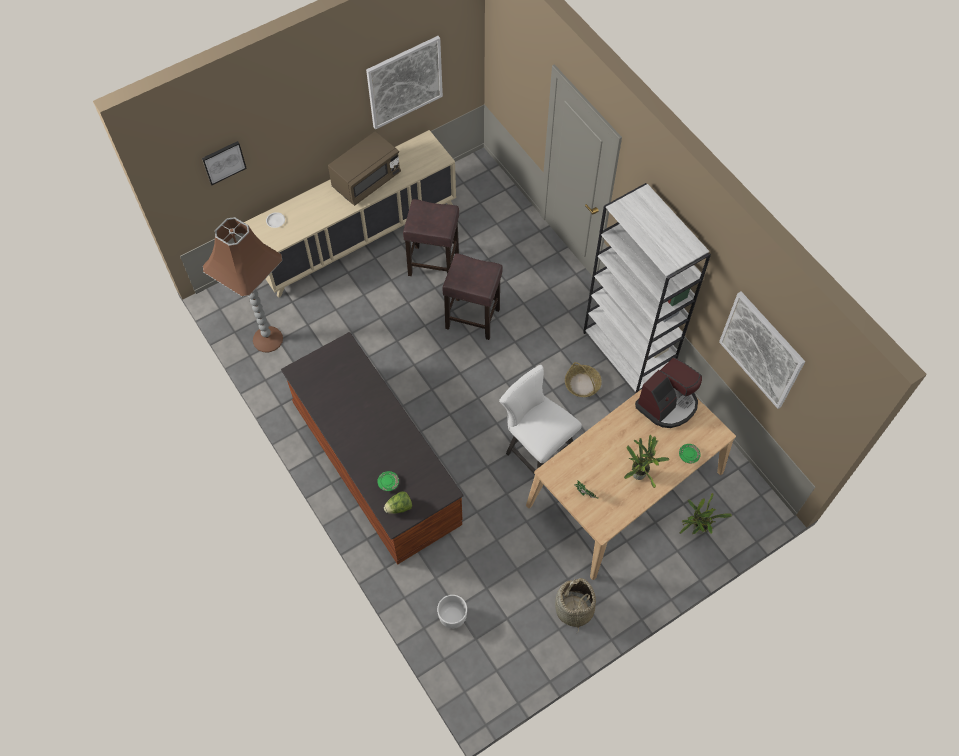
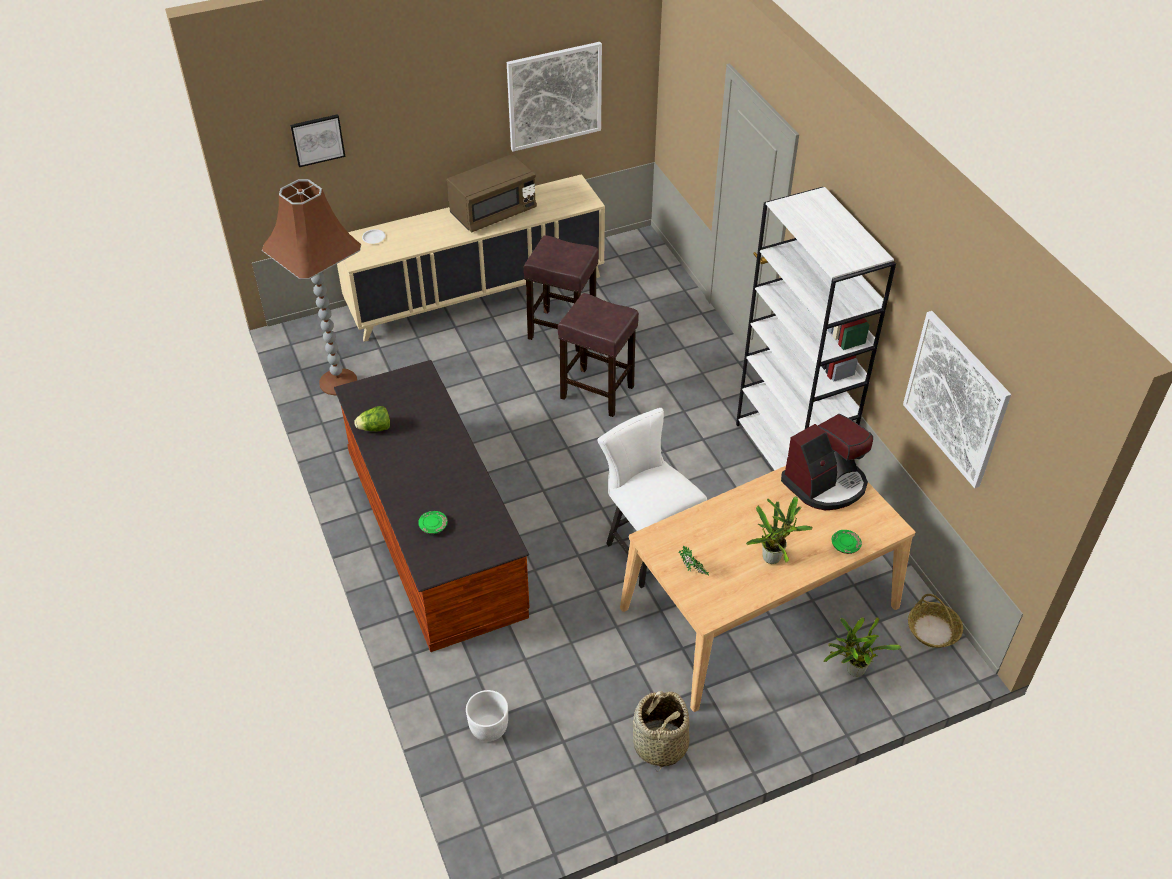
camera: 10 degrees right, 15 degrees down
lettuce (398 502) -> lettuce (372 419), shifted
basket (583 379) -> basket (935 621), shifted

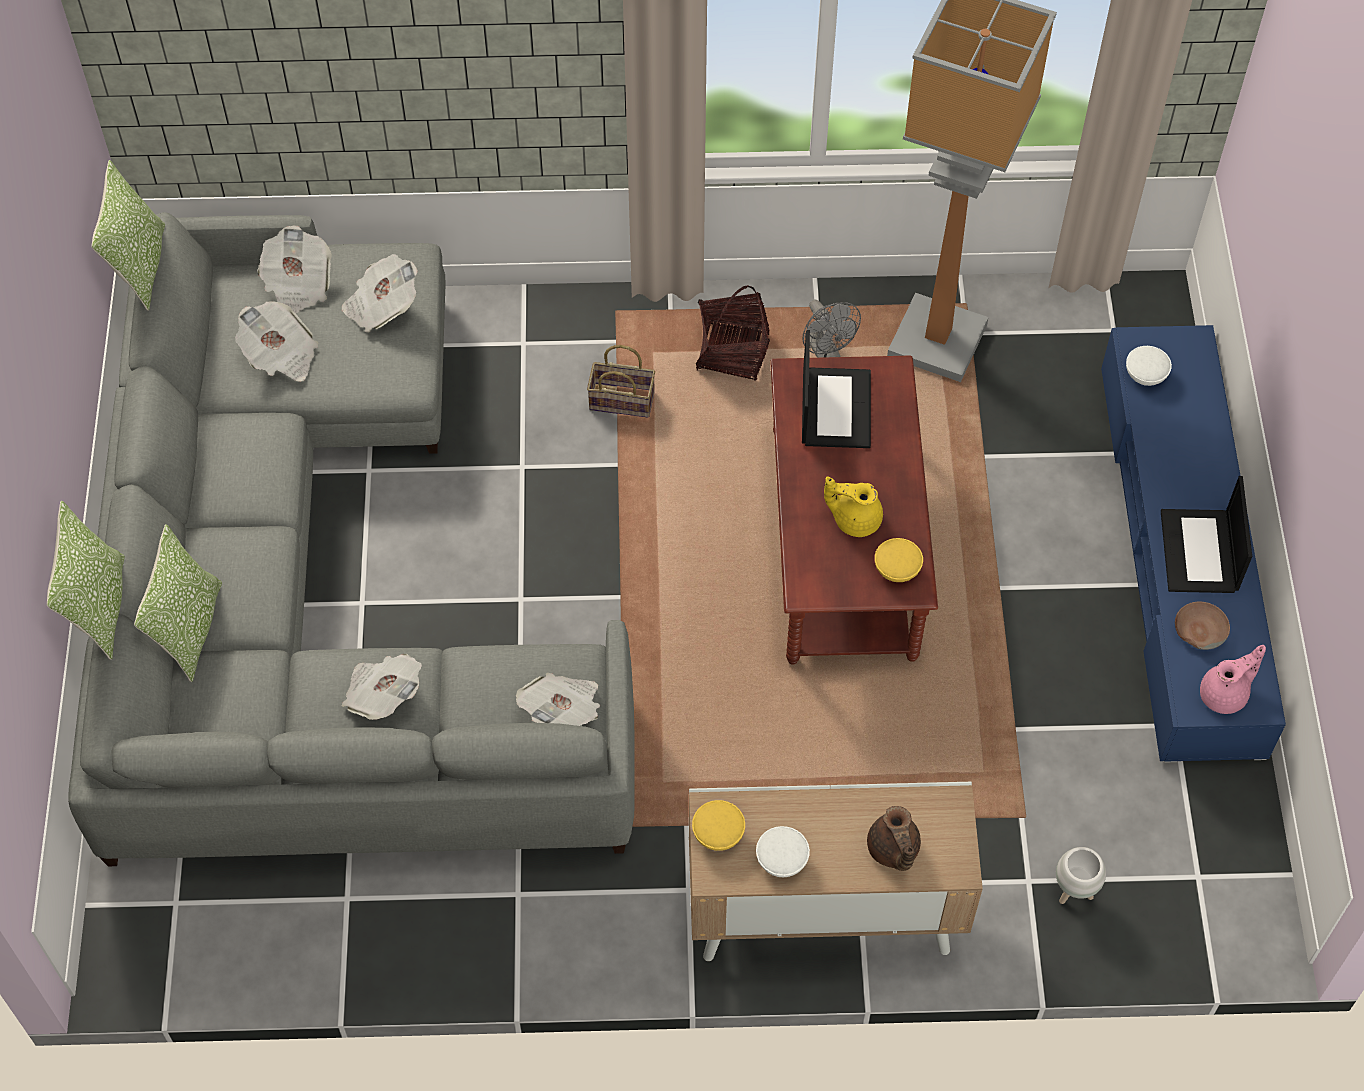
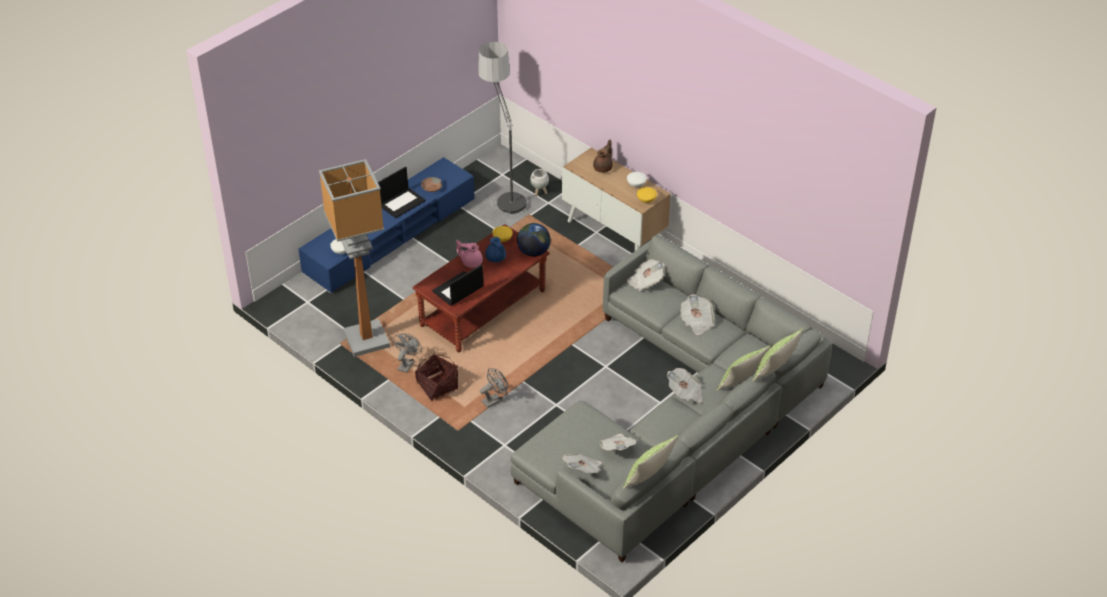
camera: 135 degrees left, 15 degrees down
none -> floor lamp (502 129)
none -> globe (534 240)
newspaper (380 293) -> newspaper (684 385), shifted
pink teapot (1233 679) -> pink teapot (469 254), shifted
basket (621 381) -> grey fan (494 388)
yellow teapot (853 506) -> blue teapot (496 249)

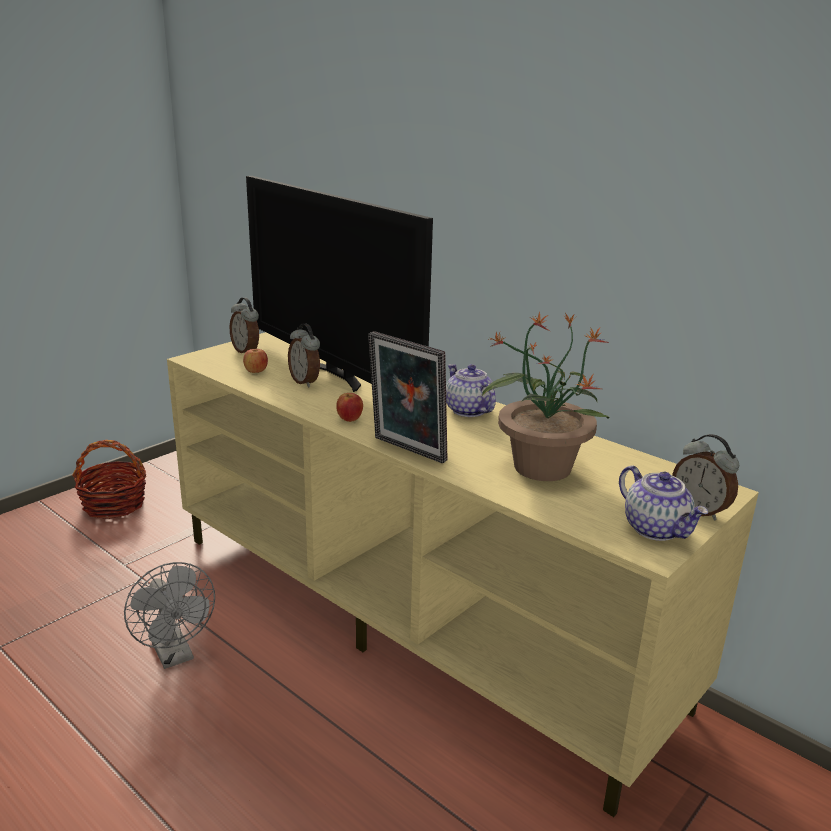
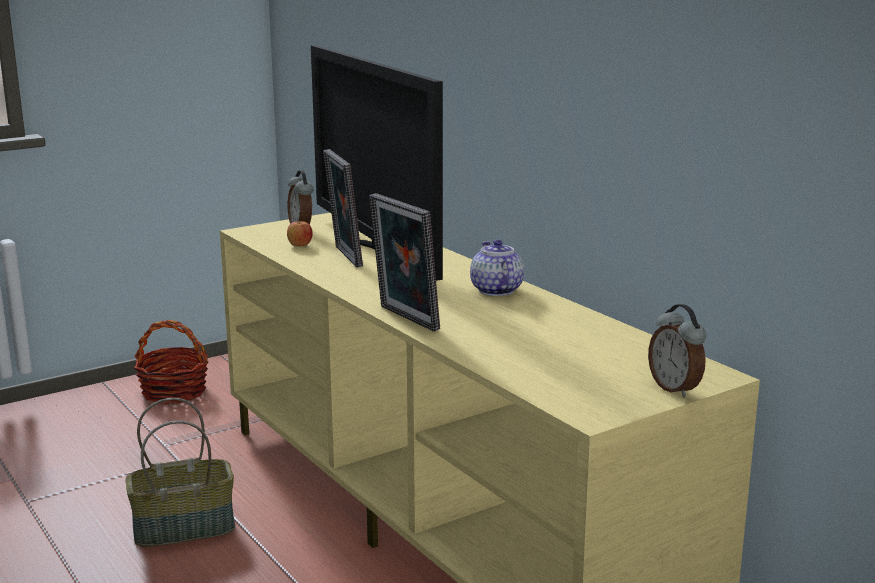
camera: 15 degrees right, 5 degrees down
apple (349 407) -> none
potted plant (546 396) -> none
teapot (663 503) -> none
grey fan (169 615) -> basket (180 472)
alarm clock (304 356) -> picture frame (343 208)

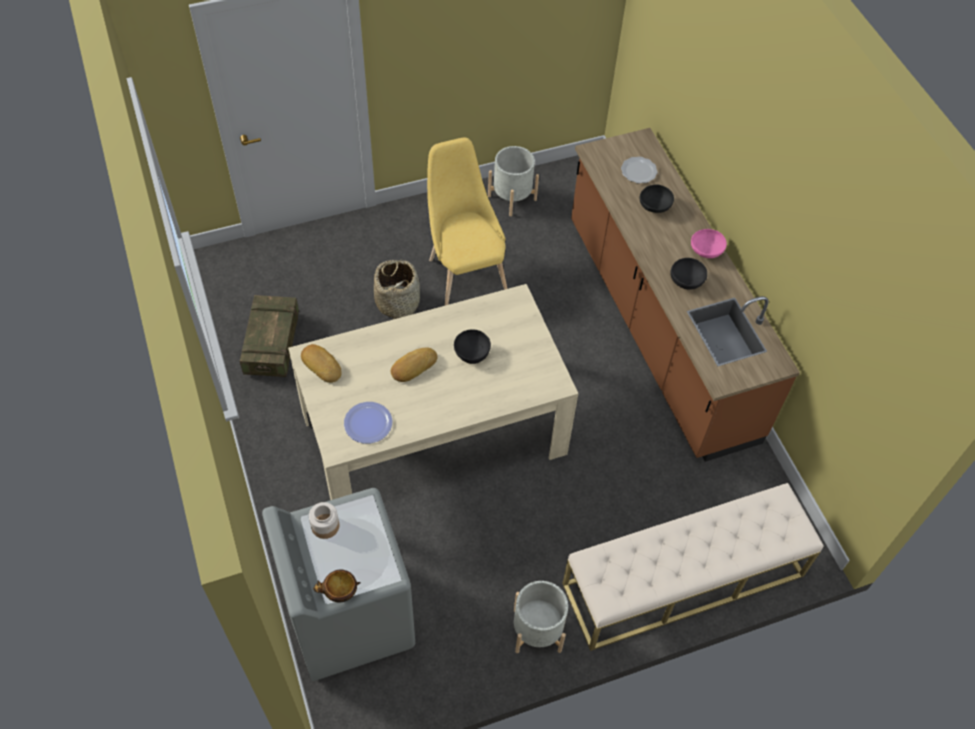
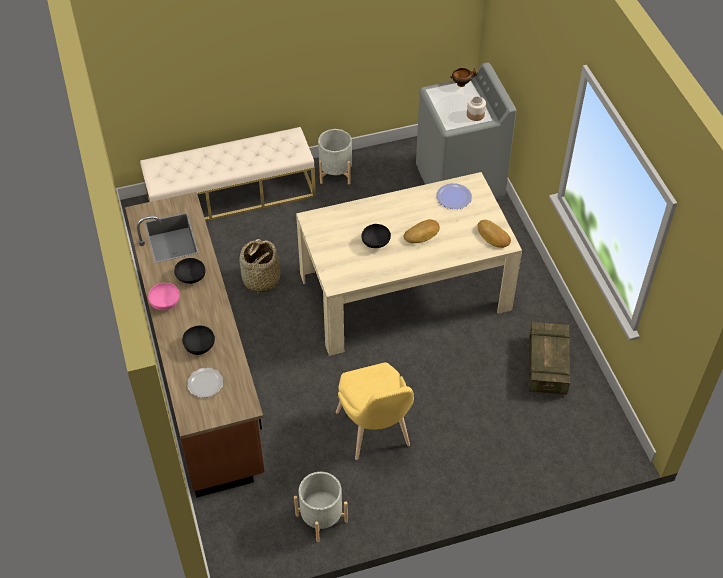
camera: 175 degrees left, 5 degrees down
basket (397 289) -> basket (259 266), shifted

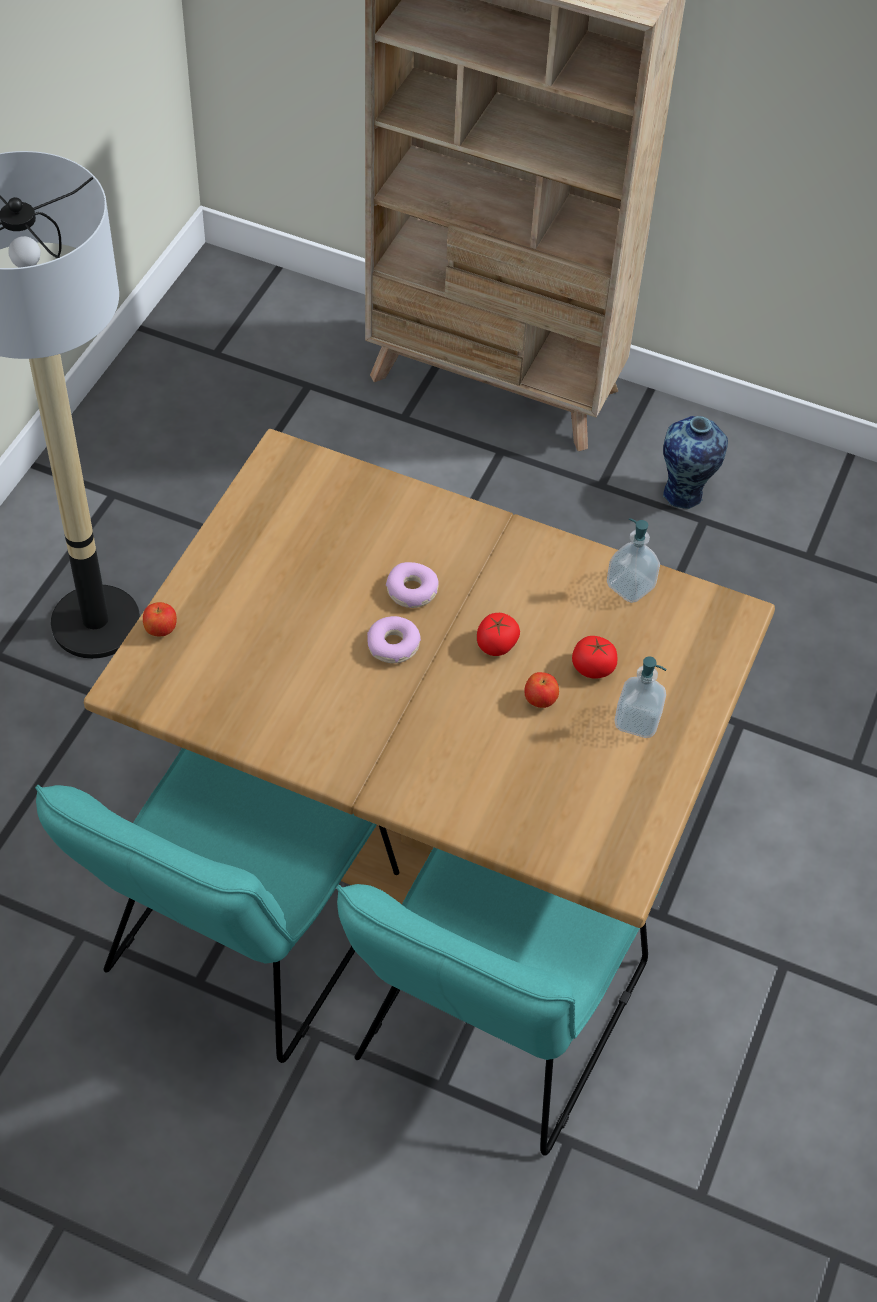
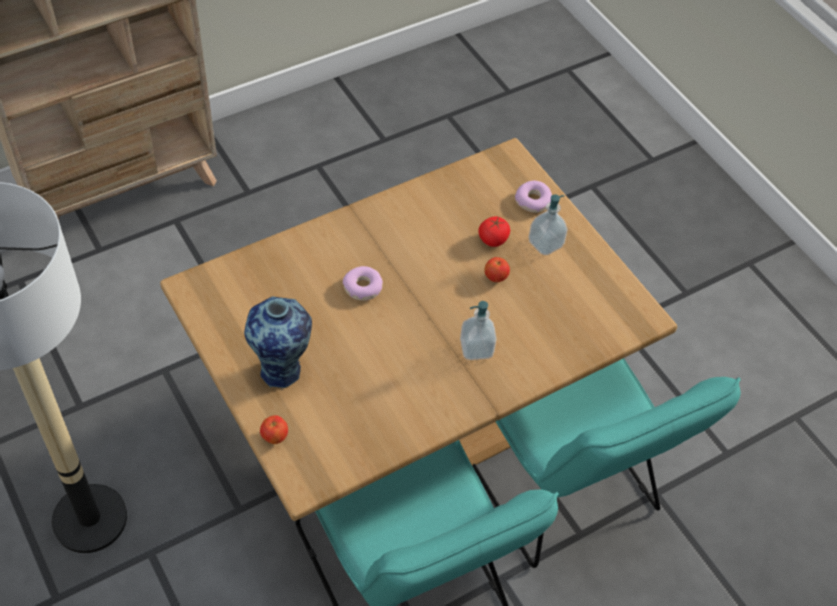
camera: 55 degrees left, 0 degrees up
tomato (498 634) -> none
donut (394 639) -> donut (533 197), shifted
soap dispenser (633 560) -> soap dispenser (478 330), shifted
vase (695 462) -> vase (278 343), shifted

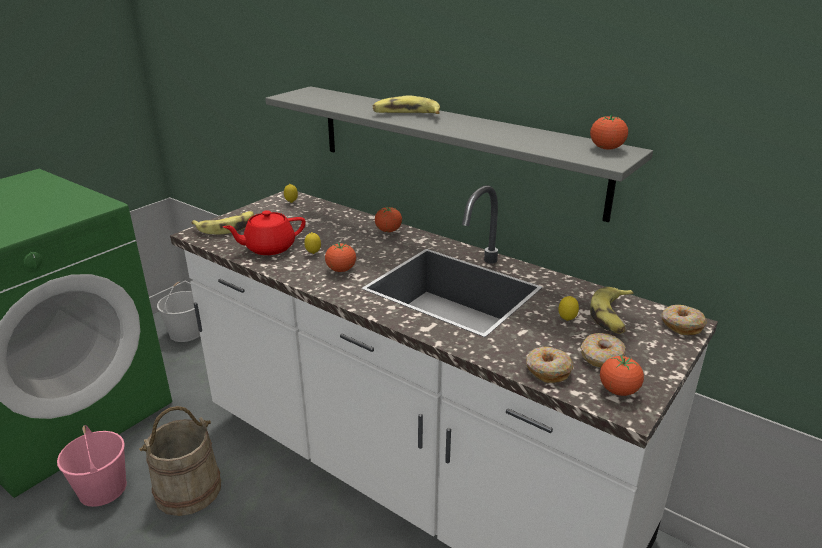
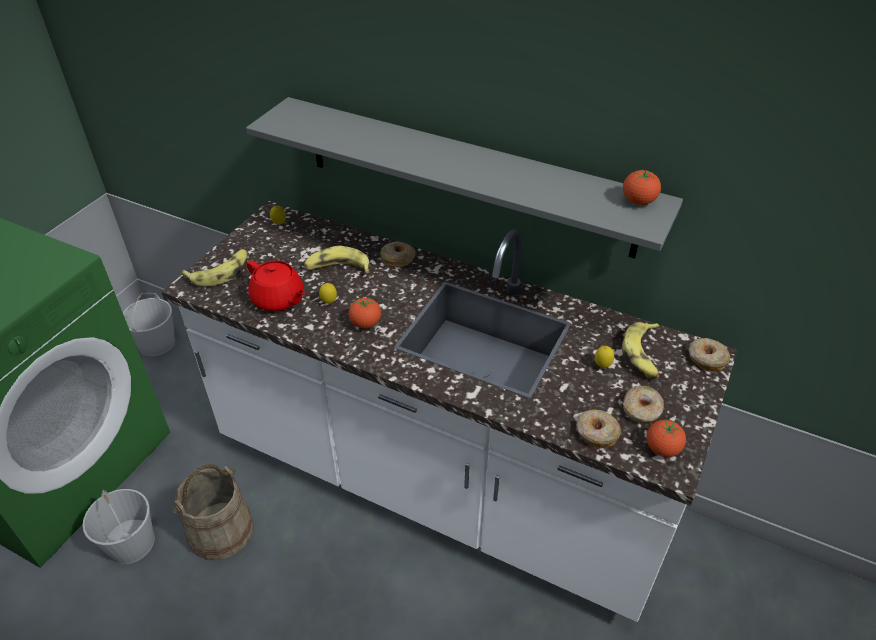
camera: 10 degrees left, 15 degrees up
banana (406 104) -> banana (337 259), shifted
tomato (388 219) -> donut (398 254)
pink bucket (92 466) -> white bucket (118 526)
red teapot (264 232) -> red teapot (276 285), 105 degrees counterclockwise

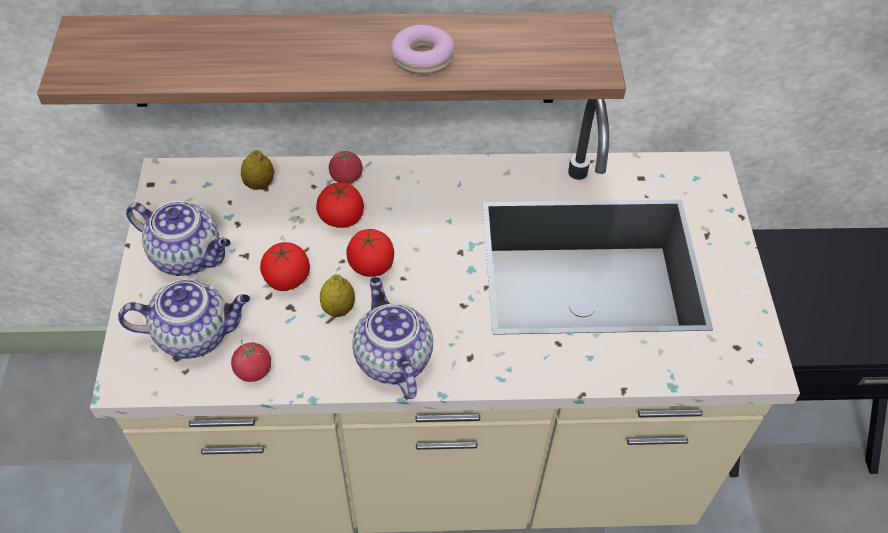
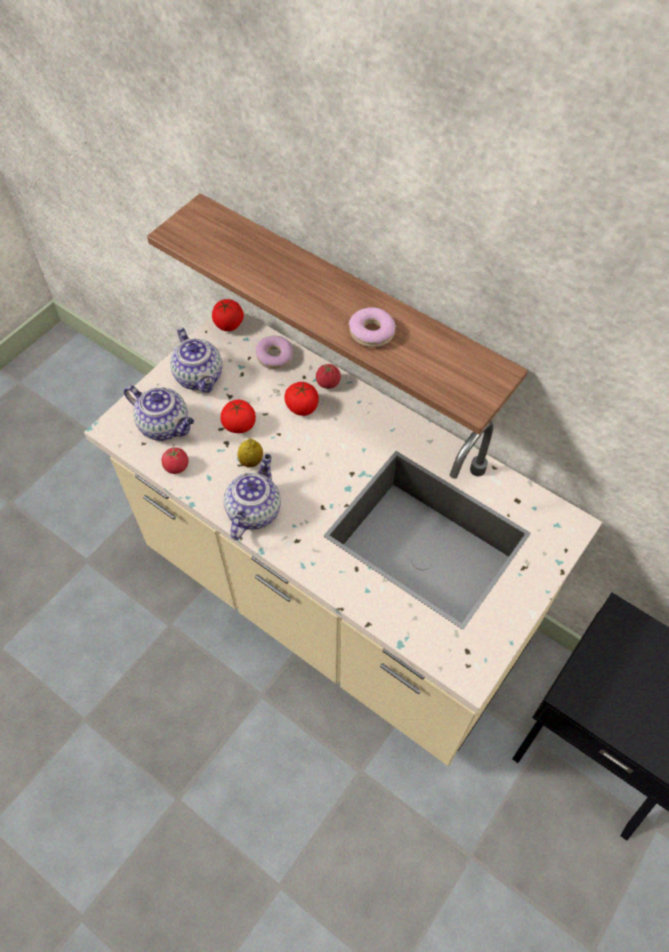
camera: 40 degrees right, 5 degrees up
tomato (370 253) -> tomato (228 315), shifted
lemon (257 170) -> donut (274 352)

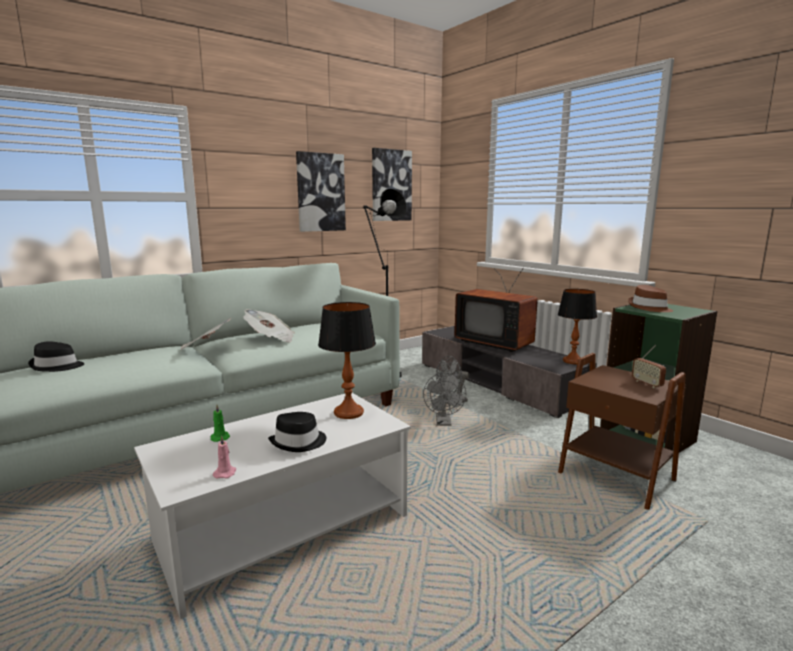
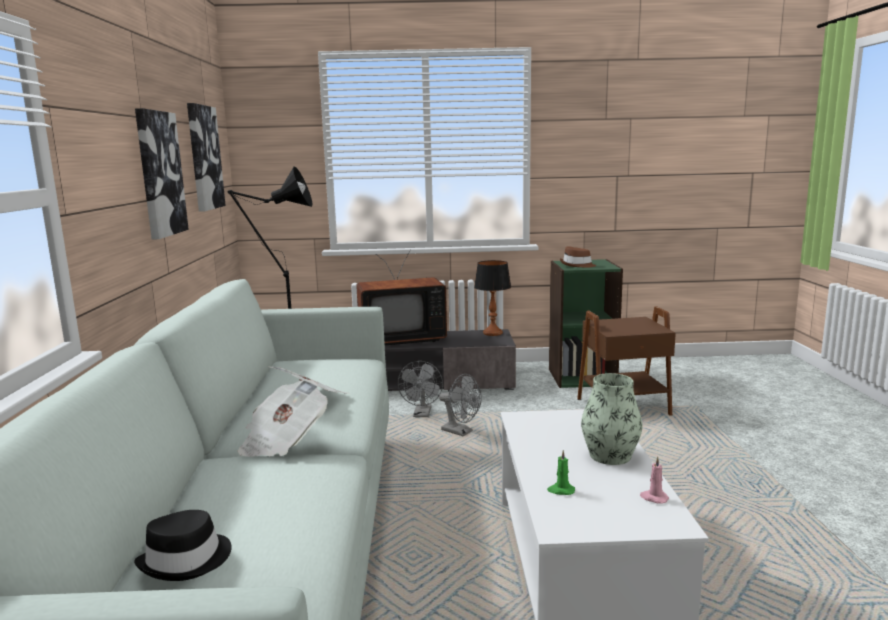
camera: 55 degrees left, 0 degrees up
table lamp (347 360) -> none
radio (649 366) -> none
black hat (297 432) -> vase (612 419)

